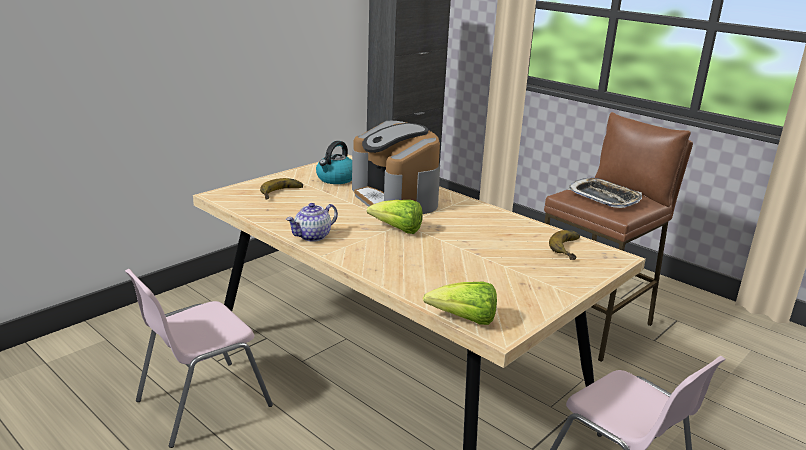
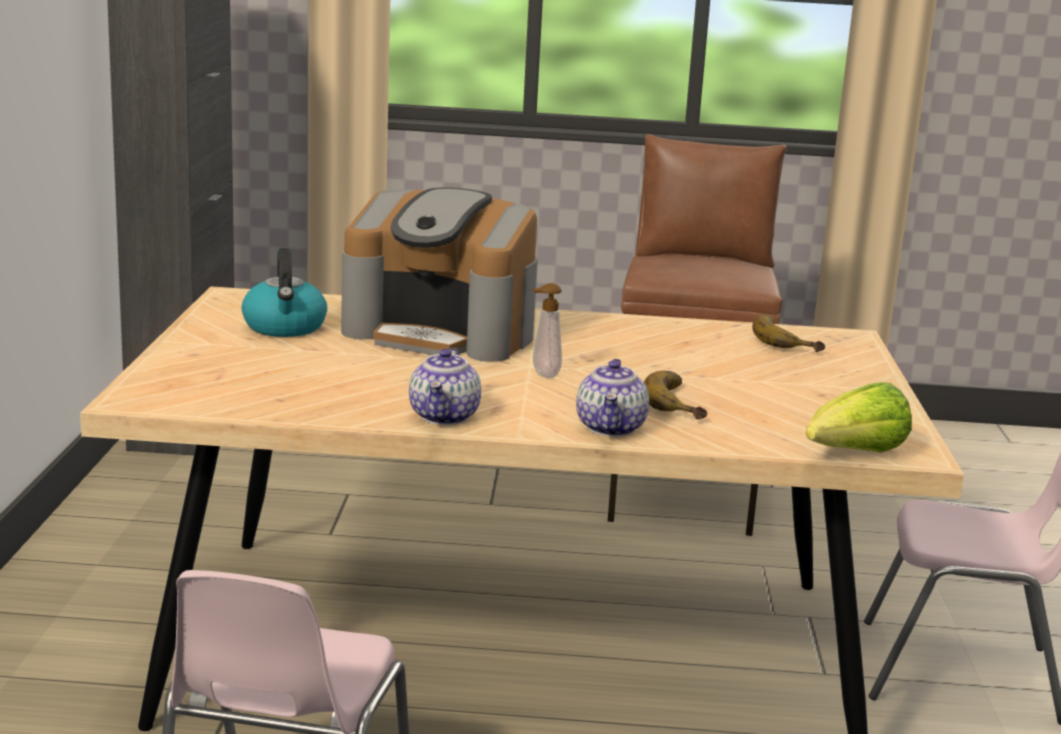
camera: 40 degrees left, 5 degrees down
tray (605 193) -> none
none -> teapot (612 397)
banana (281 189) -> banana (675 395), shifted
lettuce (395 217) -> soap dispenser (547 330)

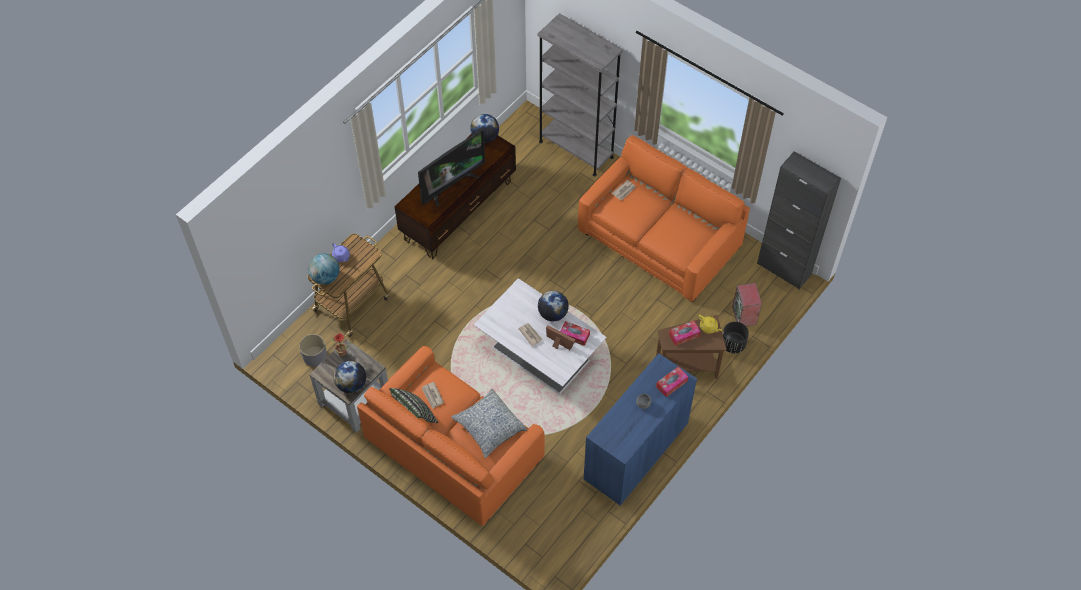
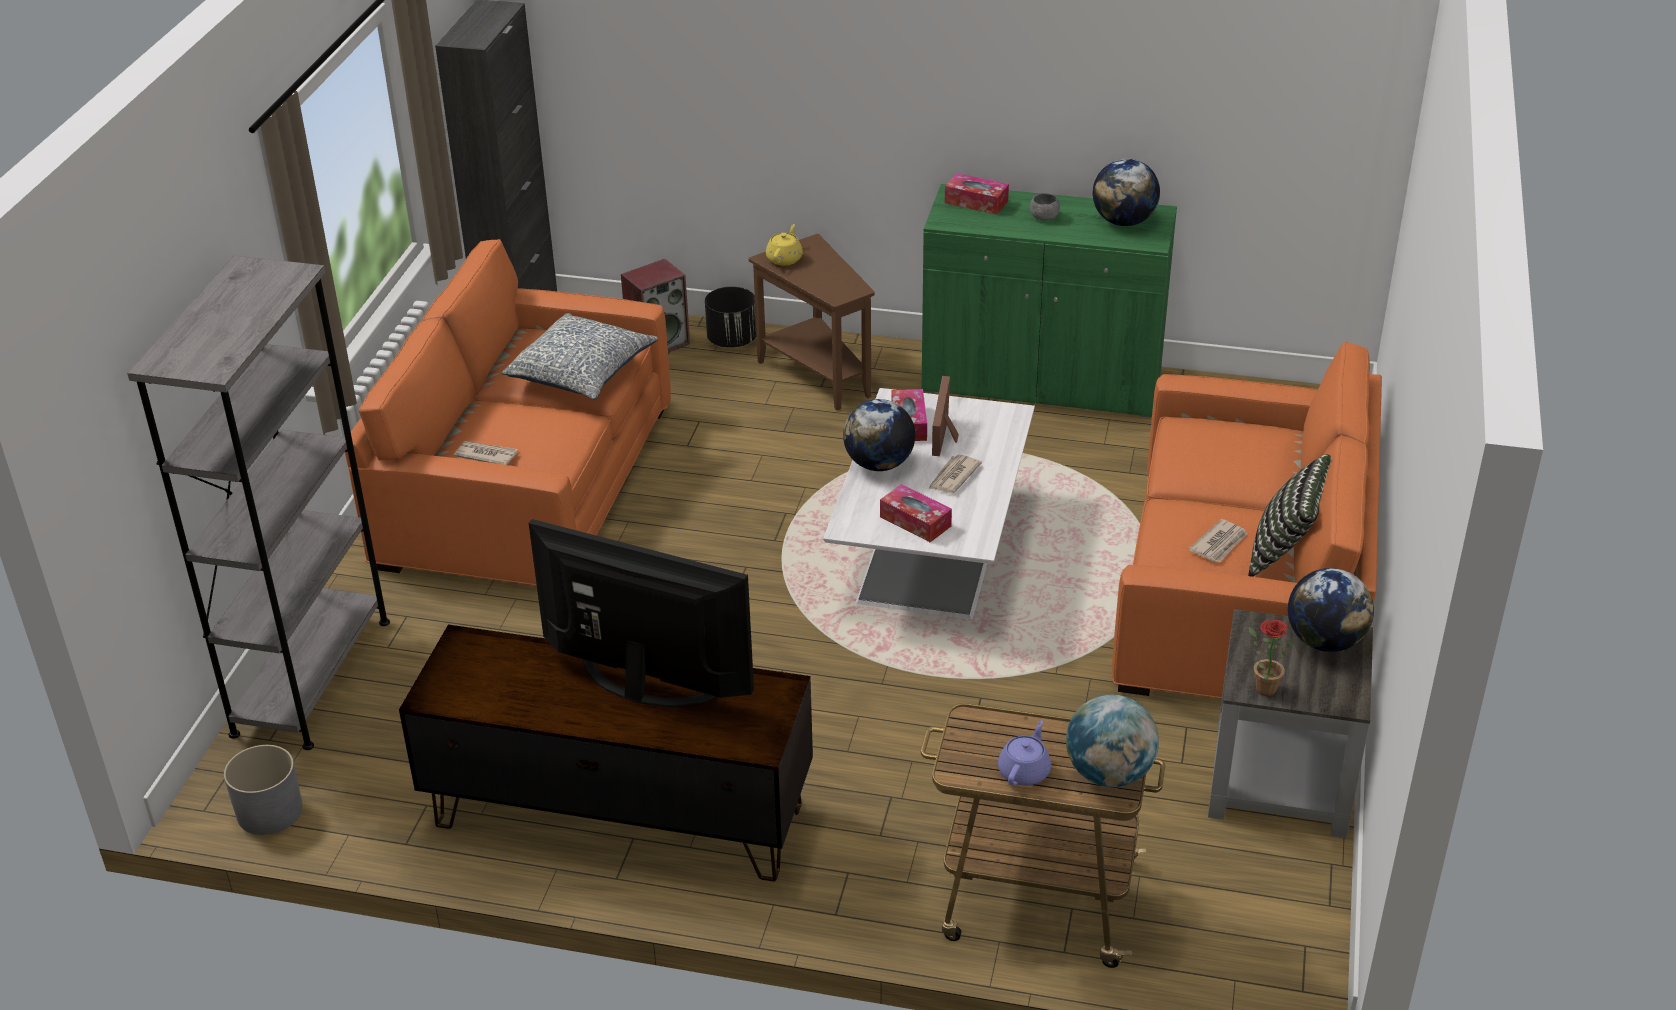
camera: 115 degrees left, 20 degrees down
grey planter (313 350) -> grey planter (263 790), shifted
pillow (489 423) -> pillow (580 356), shifted
globe (484 128) -> globe (1126 192), shifted
tissue box (685 333) -> tissue box (916 513), shifted
blue cabinet (640 429) -> green cabinet (1049 301)

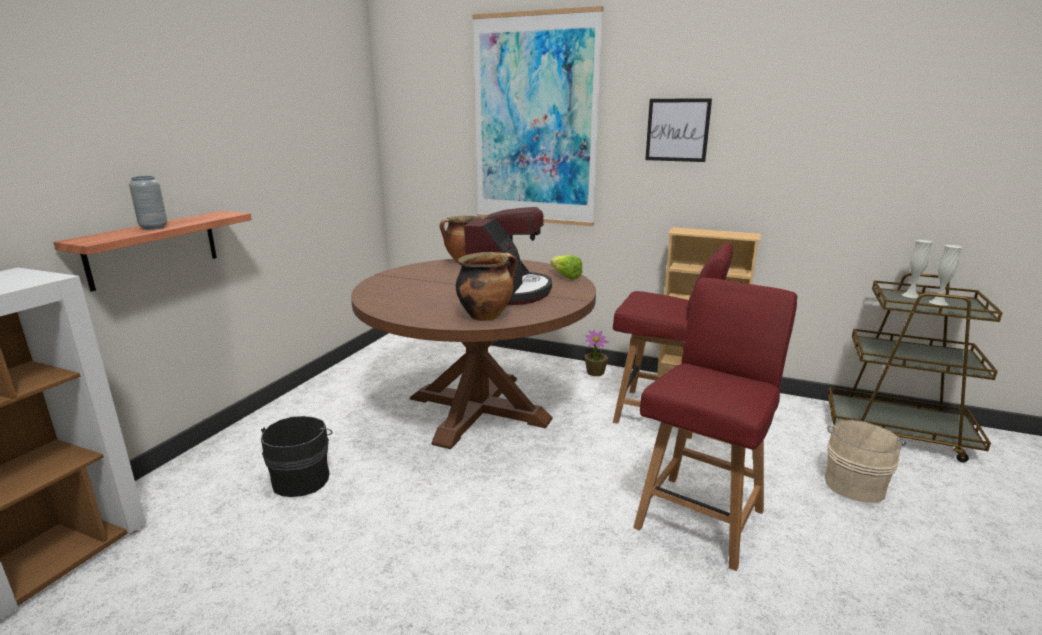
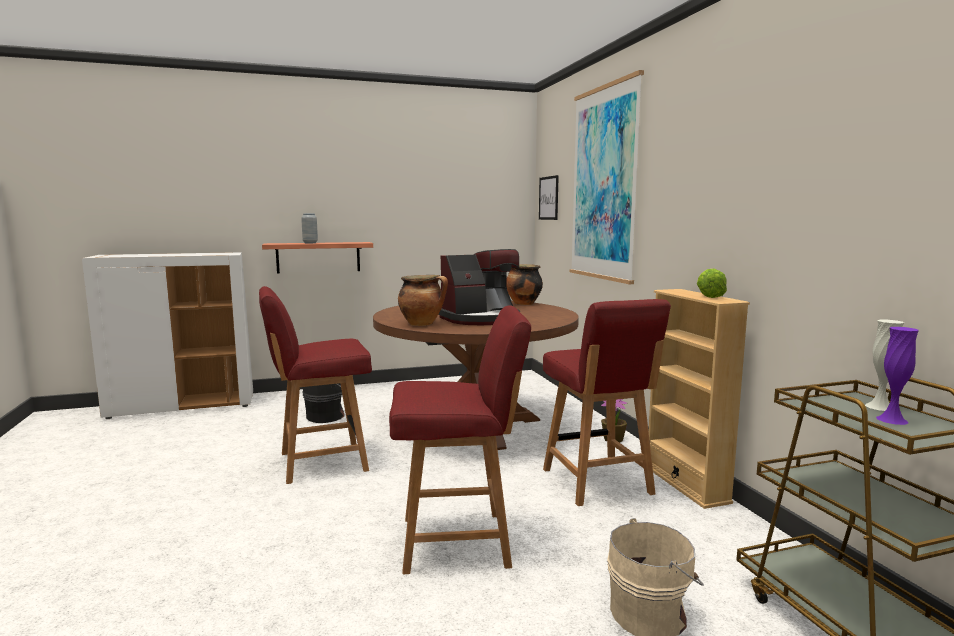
camera: 50 degrees right, 10 degrees down
none -> red chair (315 385)
lettuce (566 267) -> lettuce (712 283), shifted
picture (678 130) -> picture (549 197), shifted
white vase (945 275) -> purple vase (897 376)

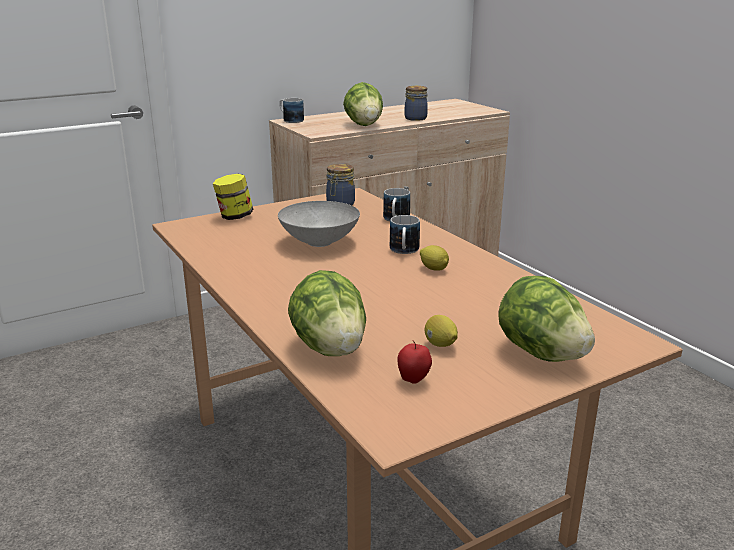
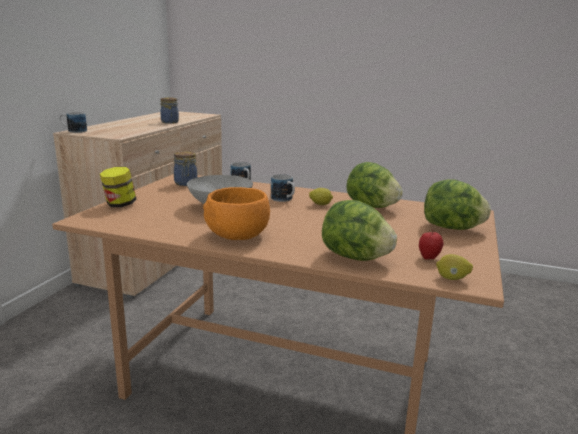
camera: 40 degrees left, 5 degrees down
none -> orange bowl (236 213)
lettuce (363 104) -> lettuce (374 185), shifted
lemon (441 331) -> lemon (454 267), shifted

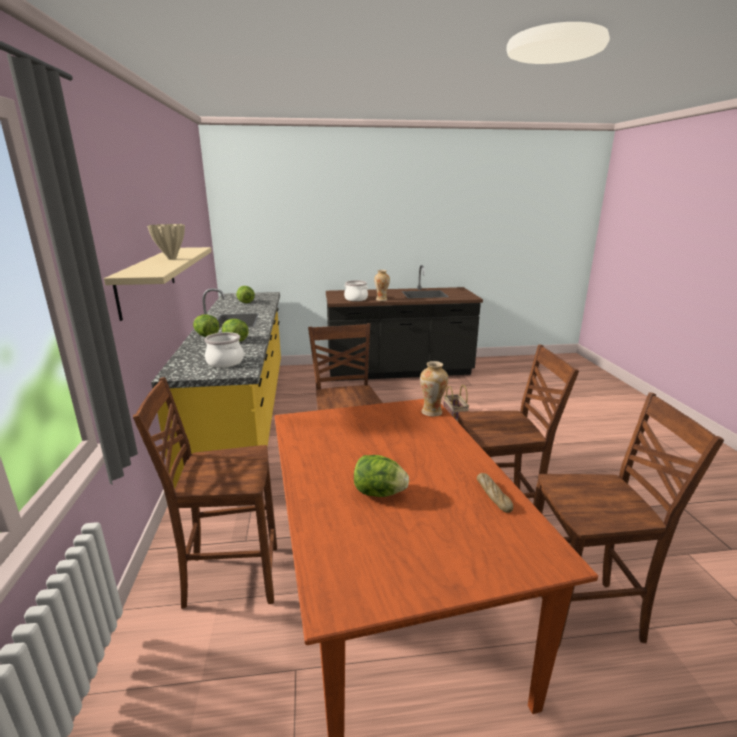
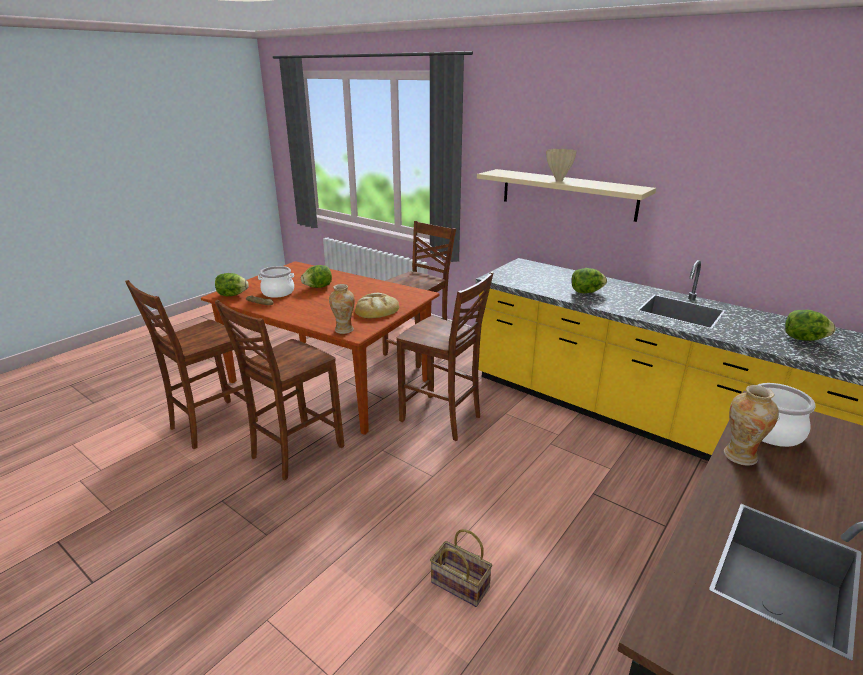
camera: 135 degrees right, 5 degrees up
none -> bread (377 305)
lettuce (206 326) -> lettuce (232 284), shifted
cooking pot (224 350) -> cooking pot (276 282), shifted

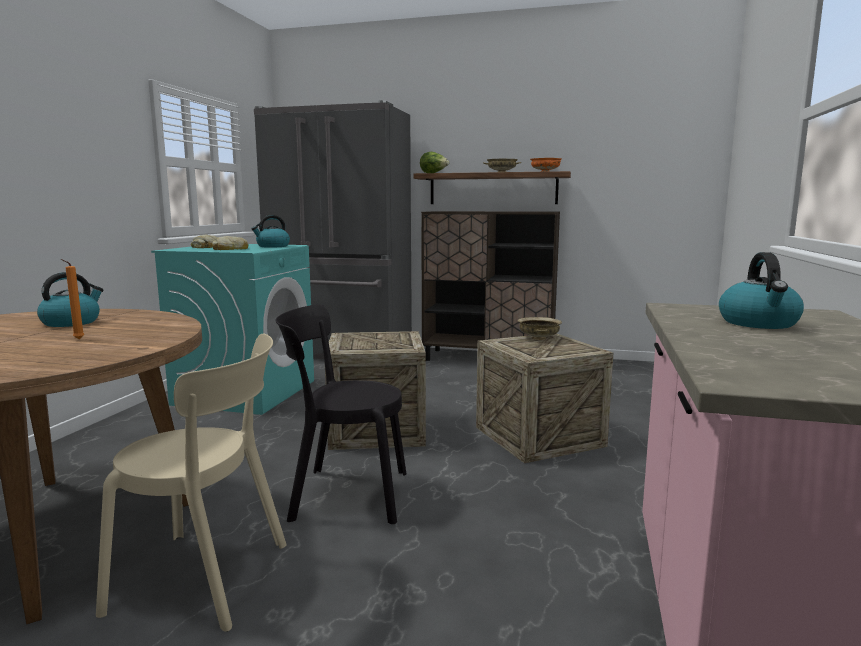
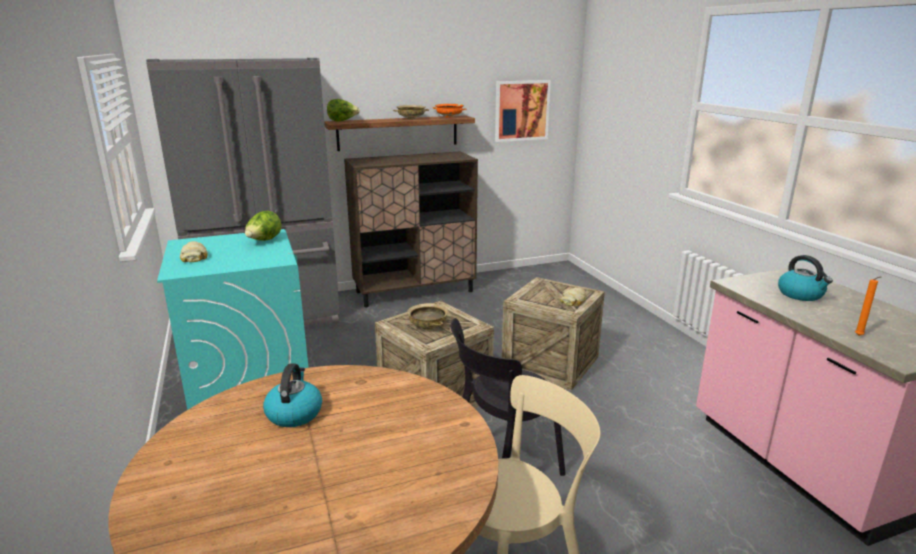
camera: 35 degrees left, 10 degrees up
none -> picture (523 111)
orange candle (72 299) -> orange candle (867 306), shifted
bread (230 243) -> bread (573 296), shifted
beige bowl (540 328) -> beige bowl (427 316), shifted
kettle (270 231) -> lettuce (263 226)

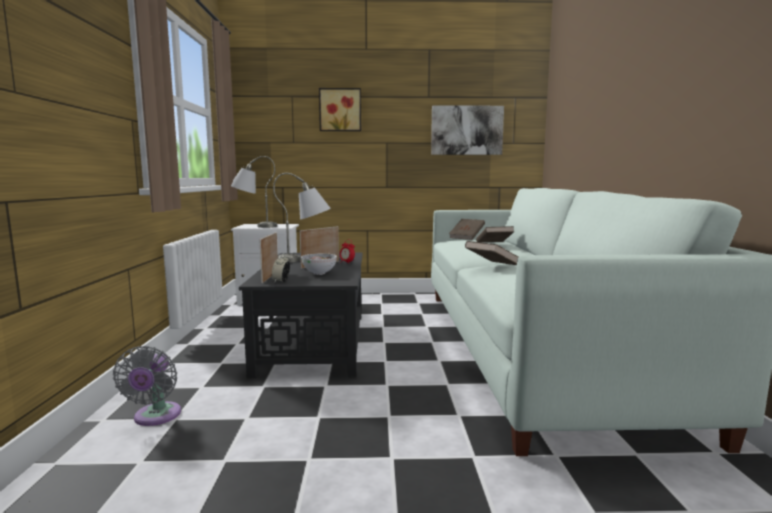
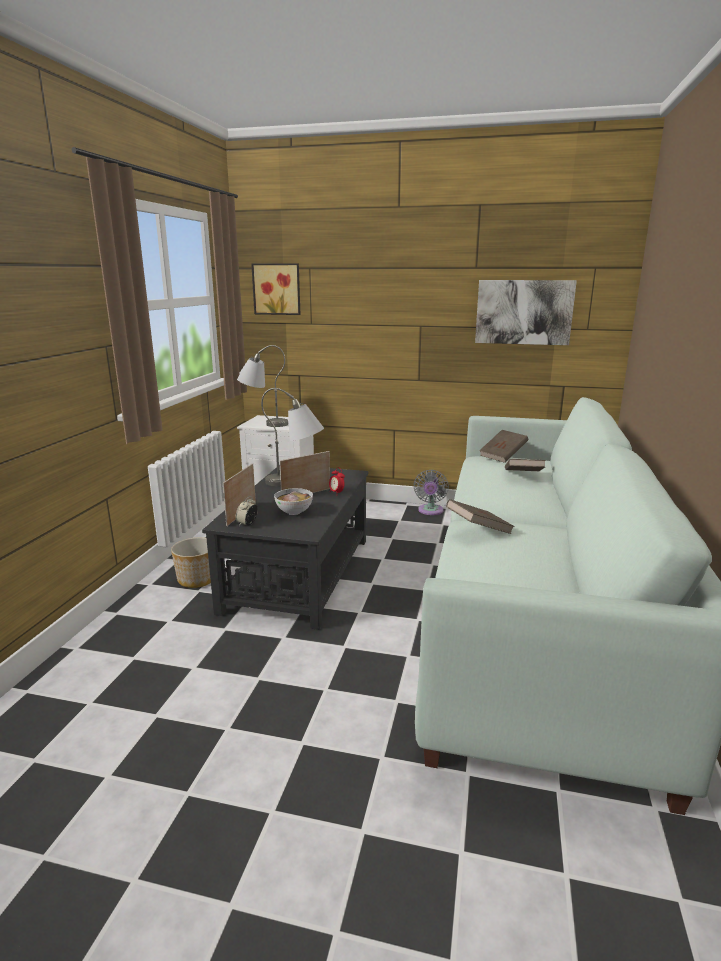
camera: 15 degrees right, 10 degrees up
none -> planter (191 562)
grey fan (147 386) -> grey fan (431 492), shifted
picture (340 109) -> picture (275 289), shifted

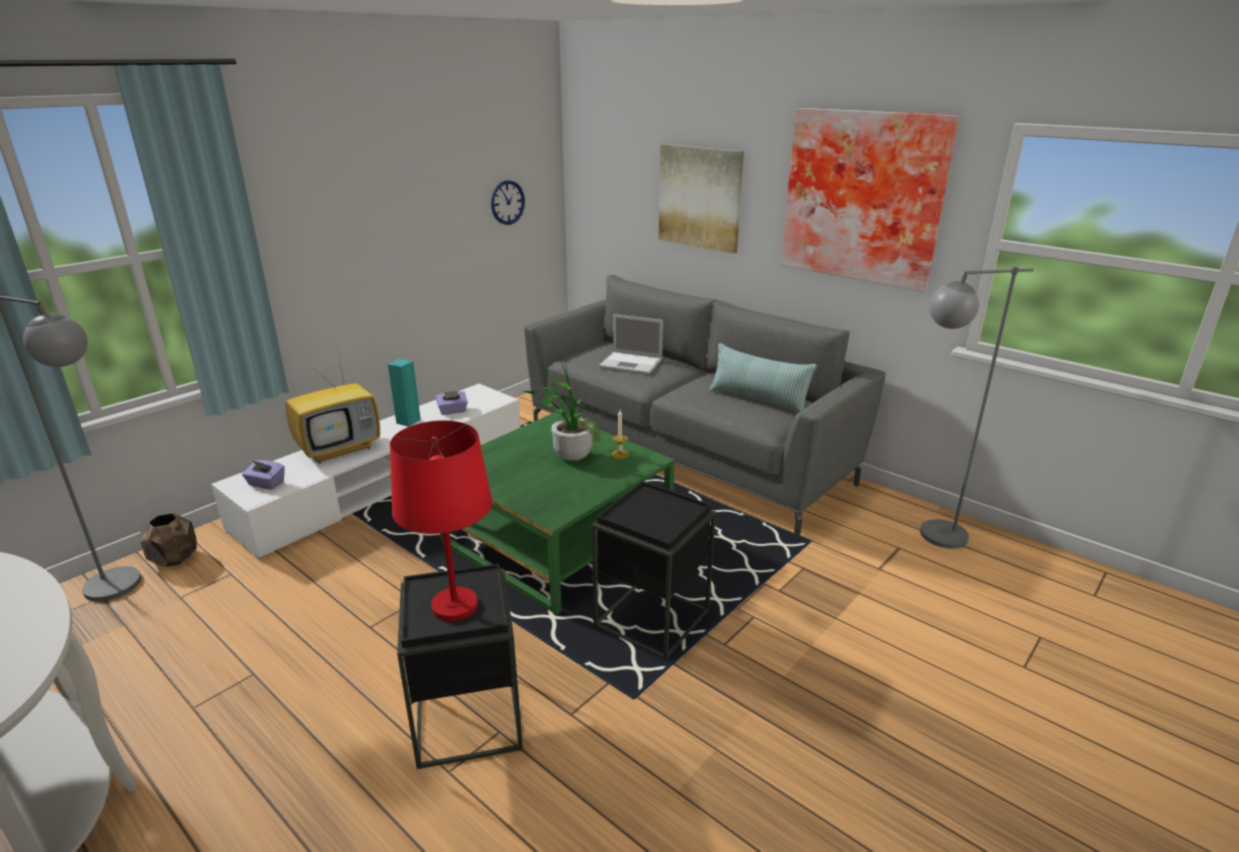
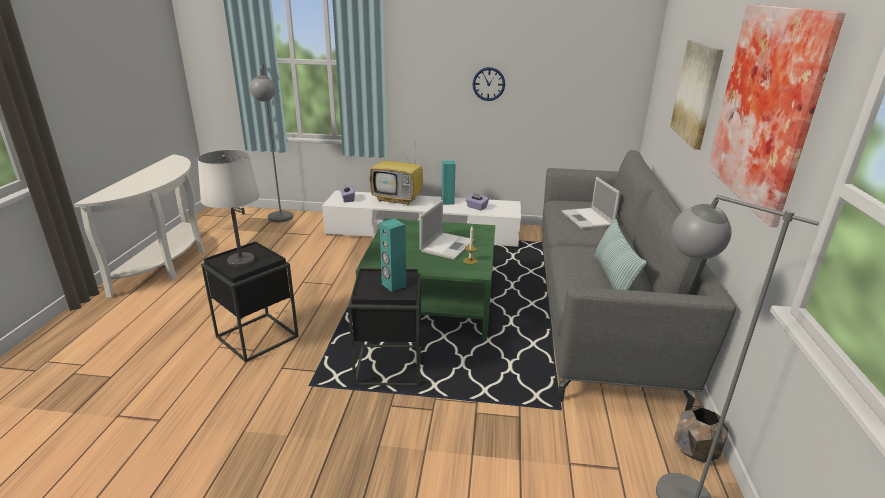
camera: 55 degrees right, 0 degrees up
none -> turquoise speaker (393 255)
brown planter (168 540) -> brown planter (701 434), shifted
wall clock (508 202) -> wall clock (489 84), shifted
potted plant (563 409) -> laptop (447 230)
red table lamp (441 520) -> white table lamp (229 209)

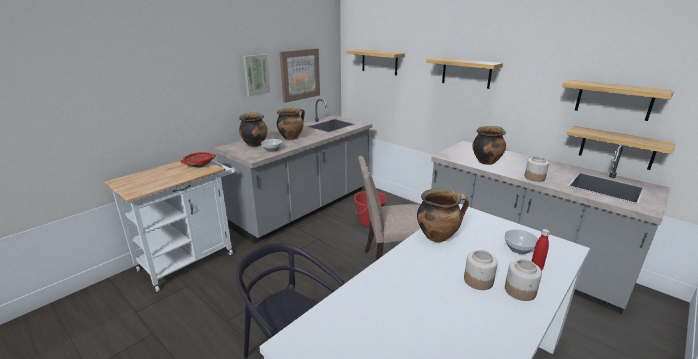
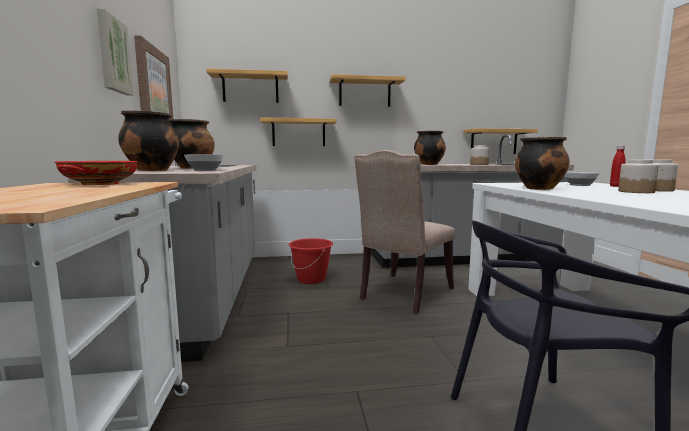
camera: 50 degrees left, 15 degrees down
shelf (618 100) -> shelf (298 131), shifted

